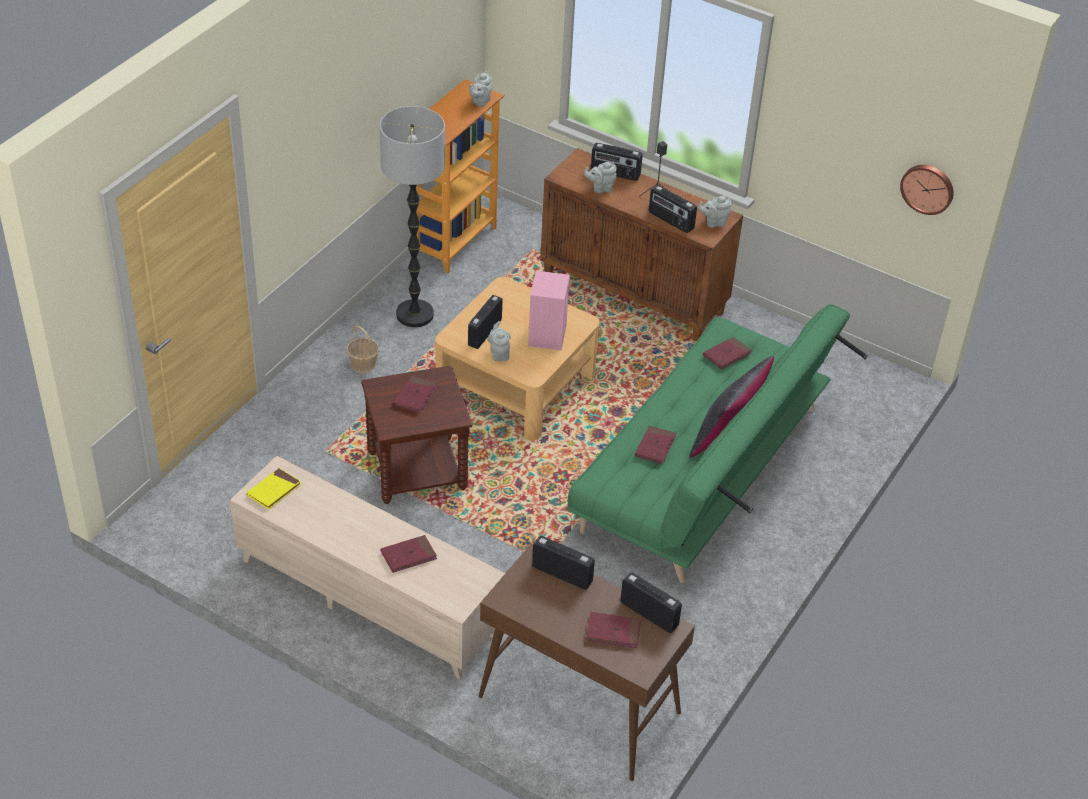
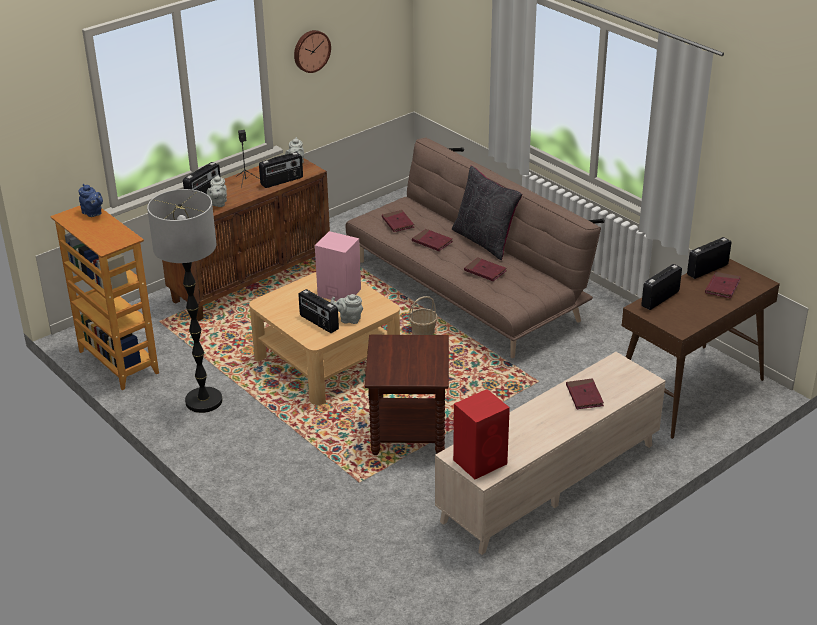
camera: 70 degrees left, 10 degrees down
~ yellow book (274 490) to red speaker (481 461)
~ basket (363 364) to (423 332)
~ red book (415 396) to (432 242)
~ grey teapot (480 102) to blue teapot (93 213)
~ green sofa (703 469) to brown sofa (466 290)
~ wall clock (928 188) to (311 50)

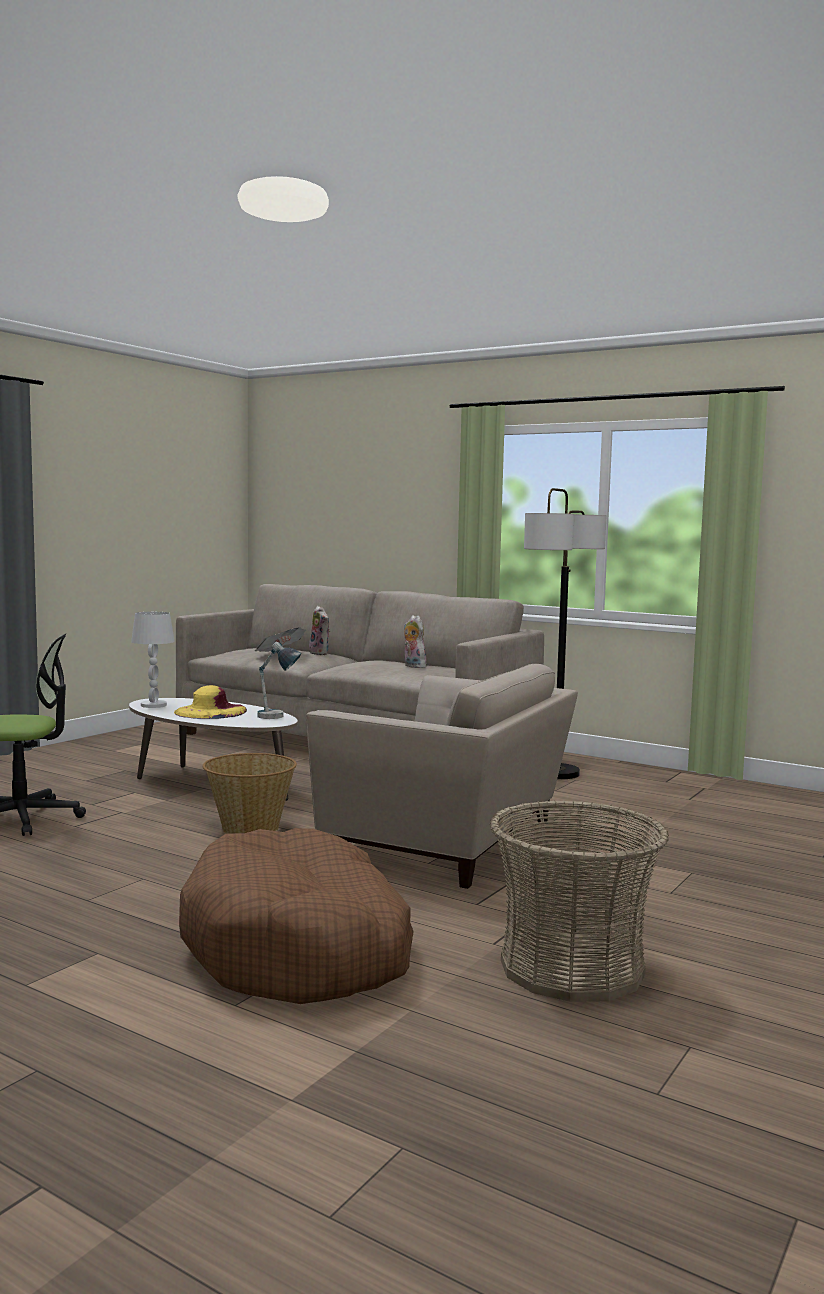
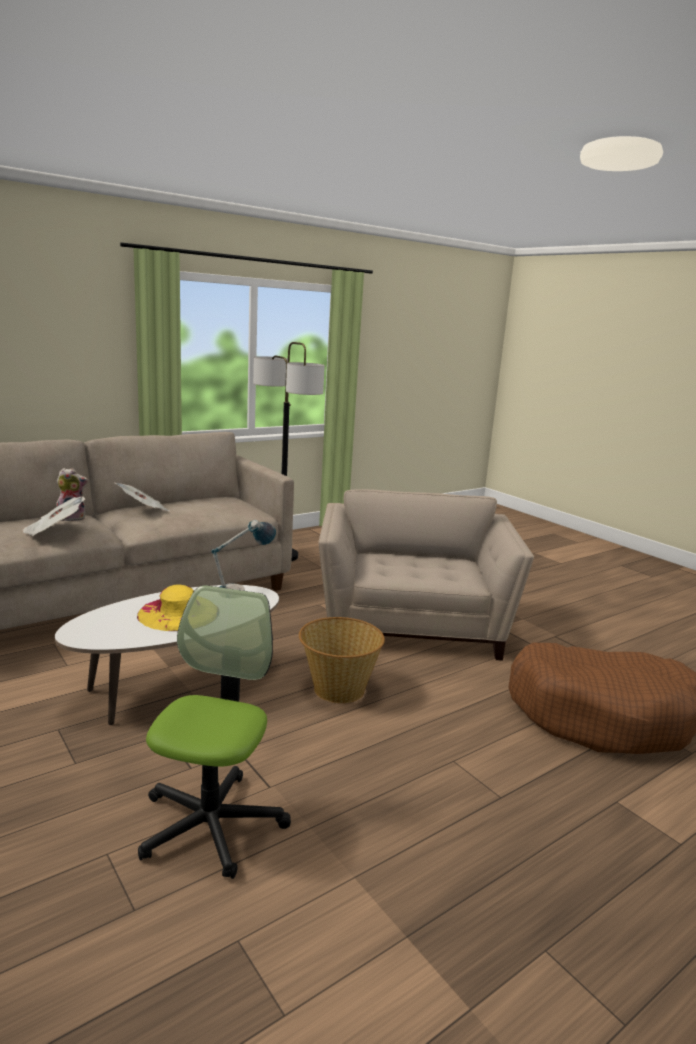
camera: 70 degrees left, 10 degrees up
- white table lamp (153 705)
~ beige armchair (448 841) = (412 624) 45 degrees counterclockwise
- plush toy (412 666)
- basket (572 968)
+ newspaper (143 510)

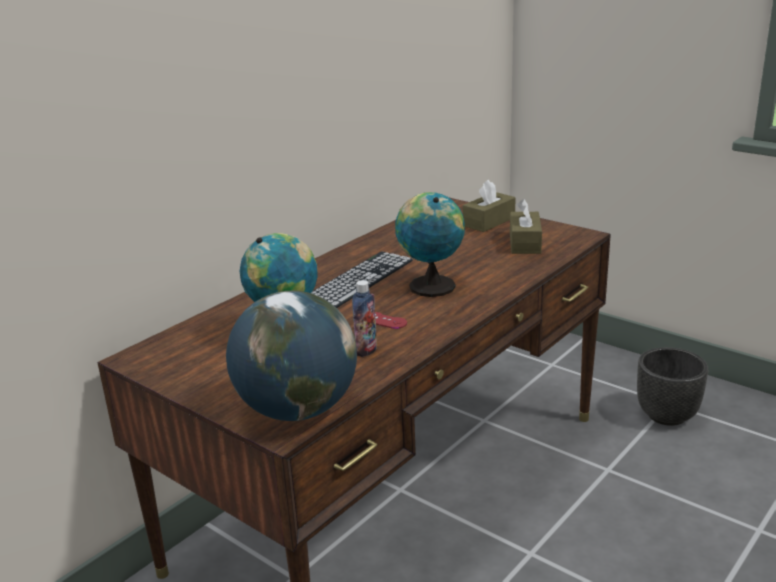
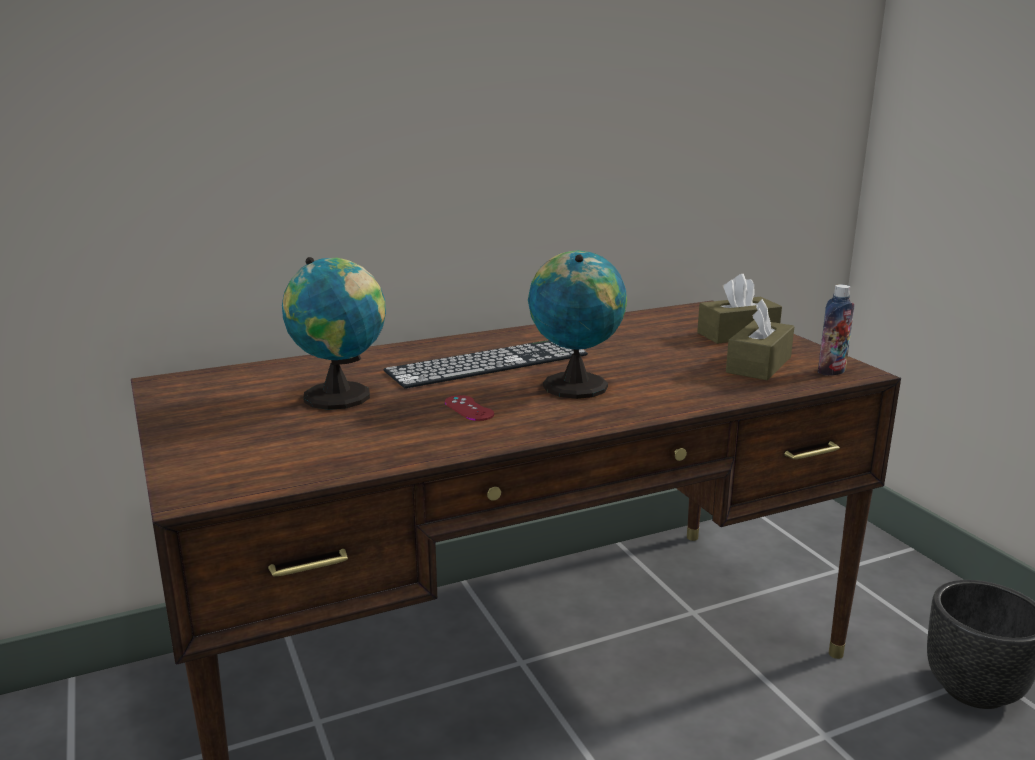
camera: 25 degrees right, 5 degrees down
- globe (297 410)
~ bottle (366 350) to (831 371)

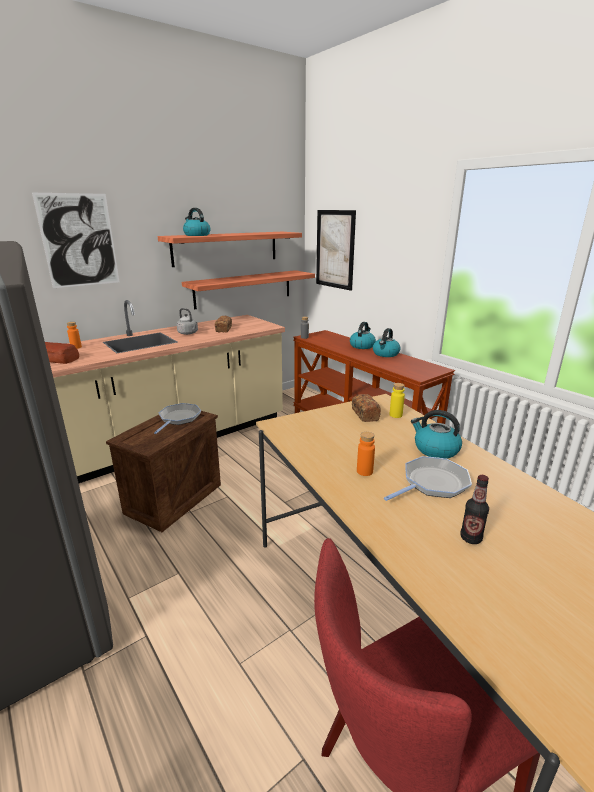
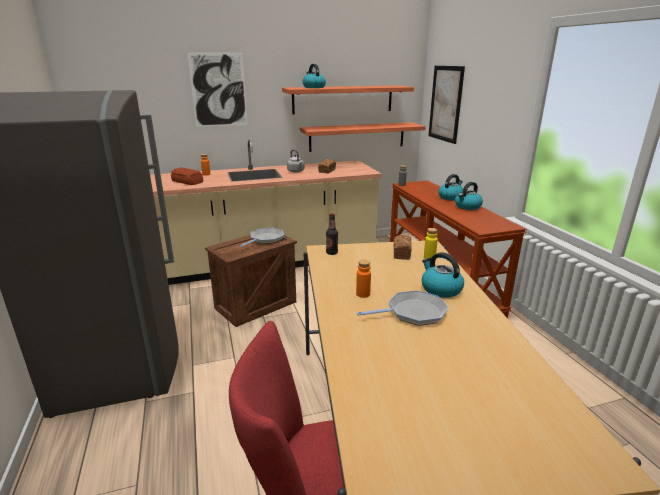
camera: 20 degrees right, 0 degrees up
~ bottle (471 538) to (332 253)

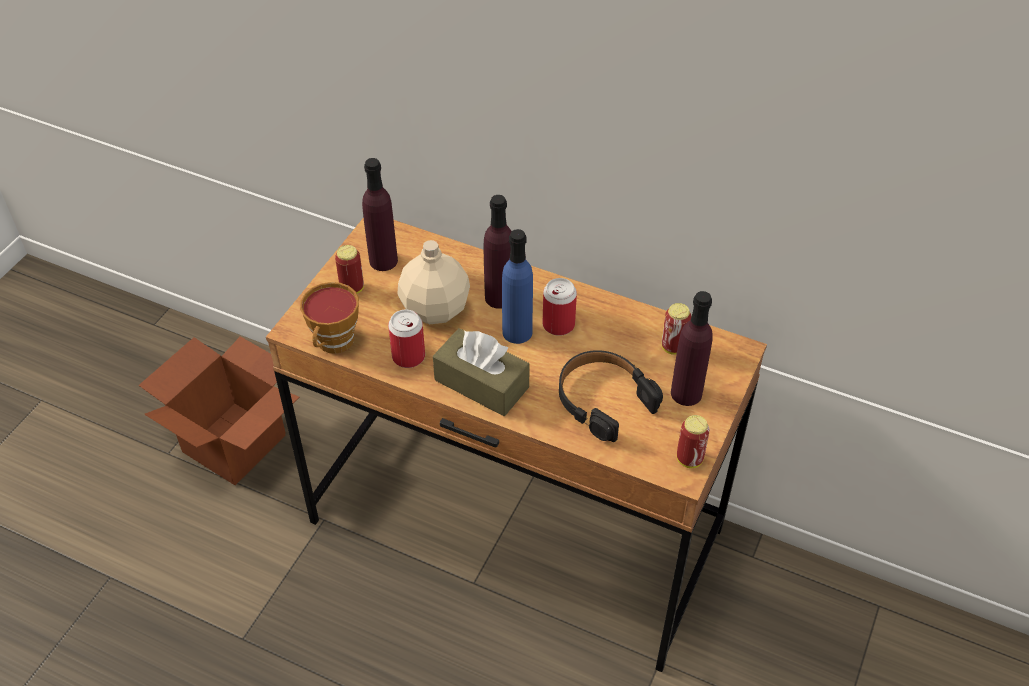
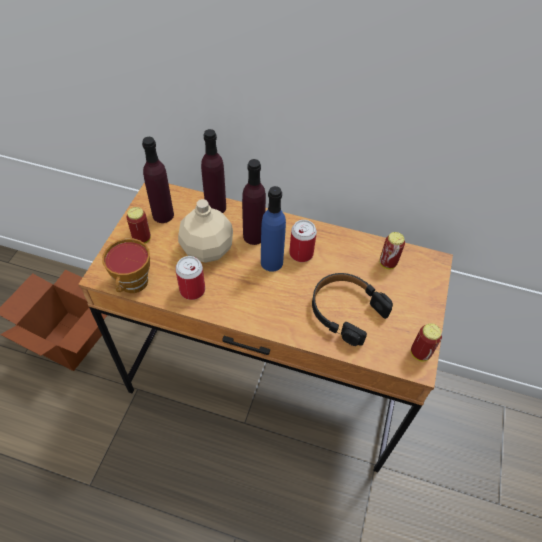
camera: 10 degrees left, 5 degrees up
- brown tissue box (481 383)
~ purple bottle (686 393) to (215 207)

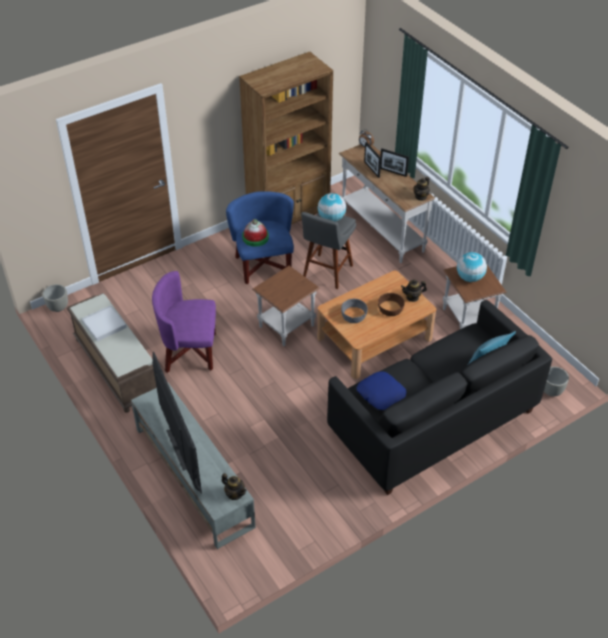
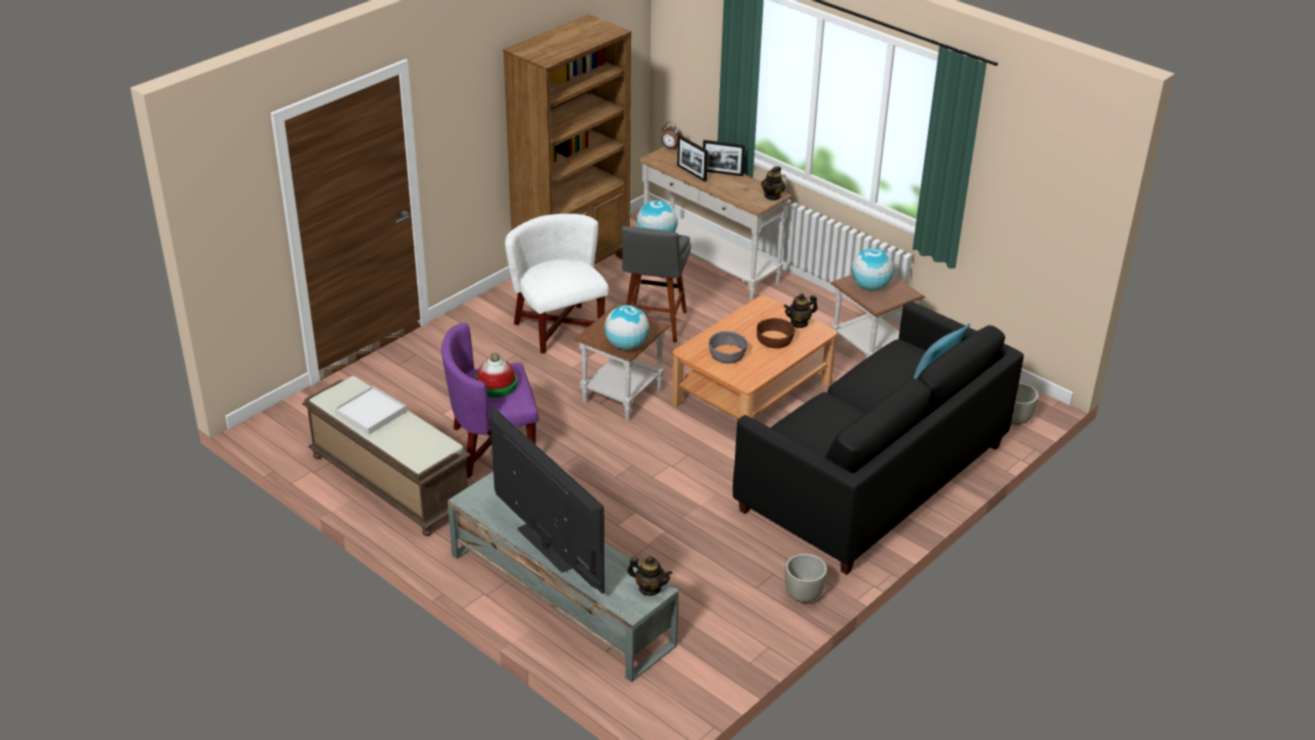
camera: 15 degrees left, 10 degrees down
~ grey planter (58 308) to (803 596)
~ blue armchair (264 266) to white armchair (559 329)
~ hat (255 237) to (496 384)
- blue pillow (380 394)
+ globe (626 345)

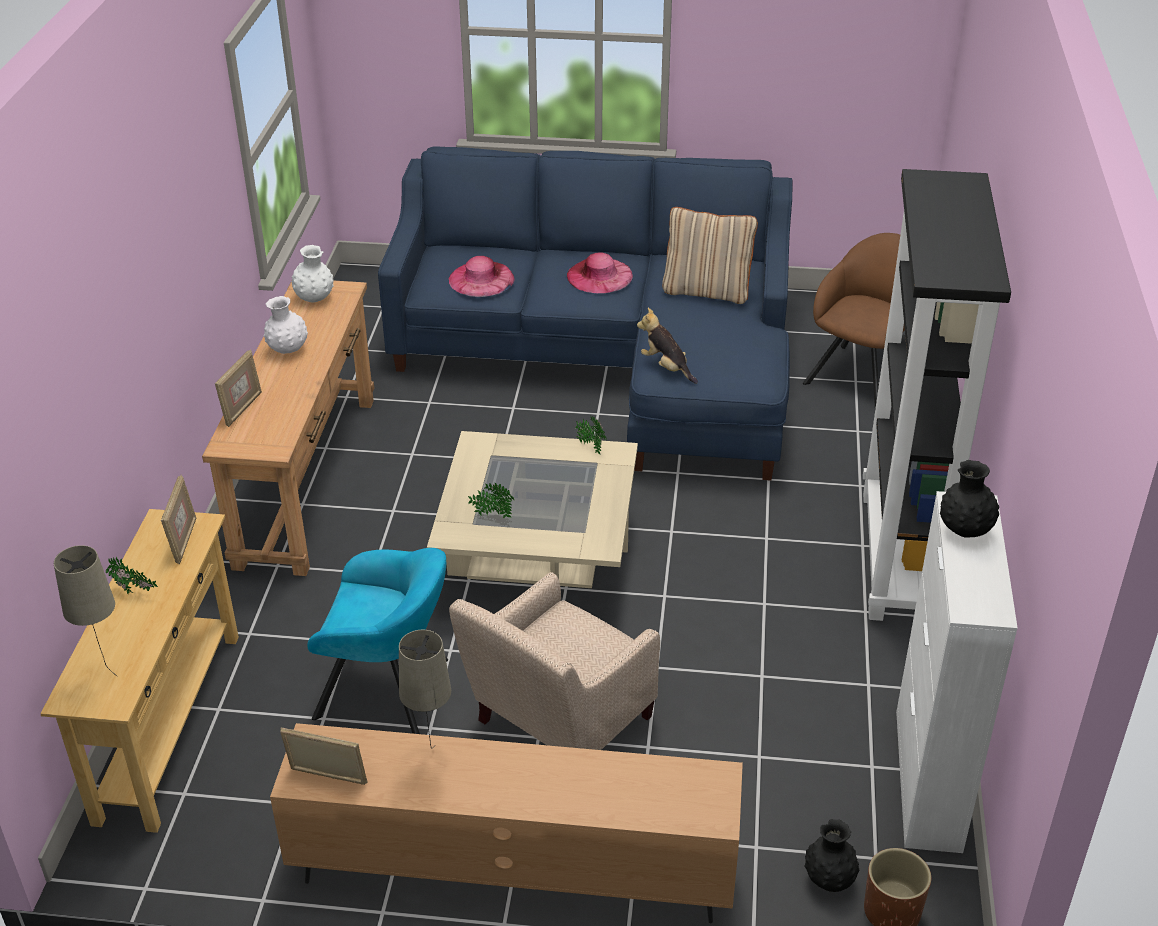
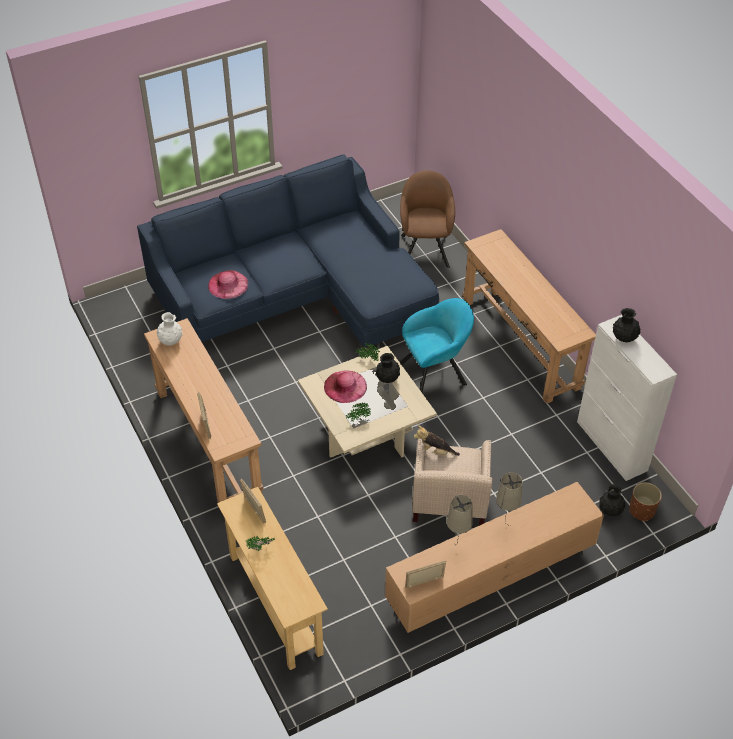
camera: 35 degrees left, 10 degrees up
~ beige table lamp (106 672) to (504 526)
- white vase (288 350)
~ turquoise armchair (389 690) to (435 373)
~ pink hat (599 276) to (345 386)
~ plush toy (666 367) to (434 451)
- beige pillow (707 291)
~ black bookcase (900 557) to brown console table (520 344)
+ black vase (387 379)

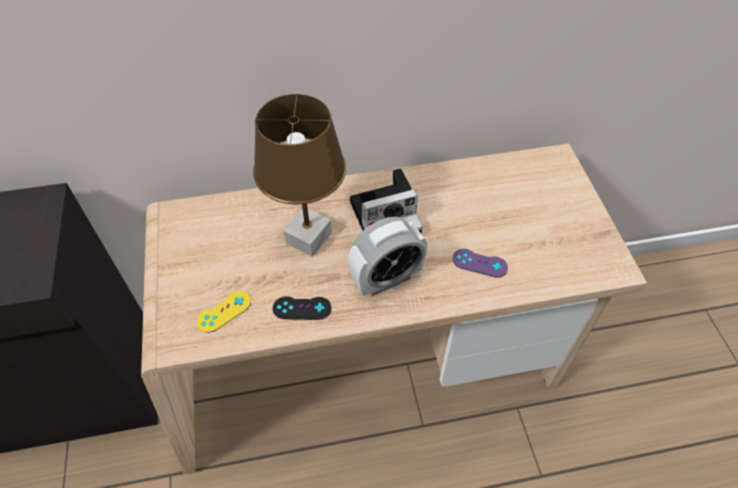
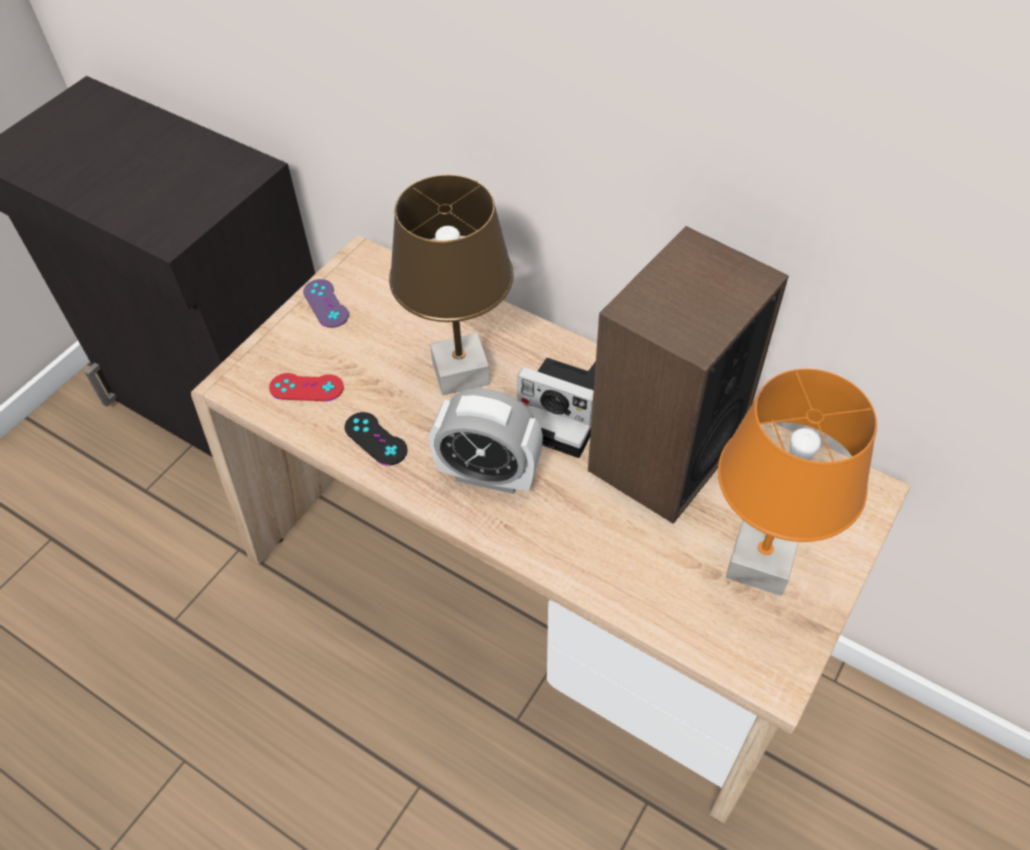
camera: 45 degrees right, 0 degrees up
~ yellow game controller (224 311) to red game controller (306 387)
~ purple game controller (479 263) to (326 303)
+ speaker (665 453)
+ orange table lamp (760 564)

